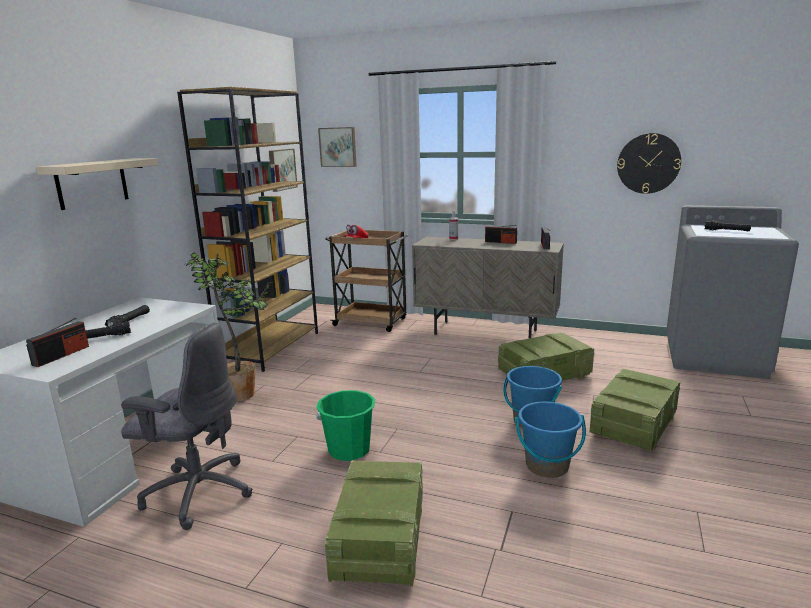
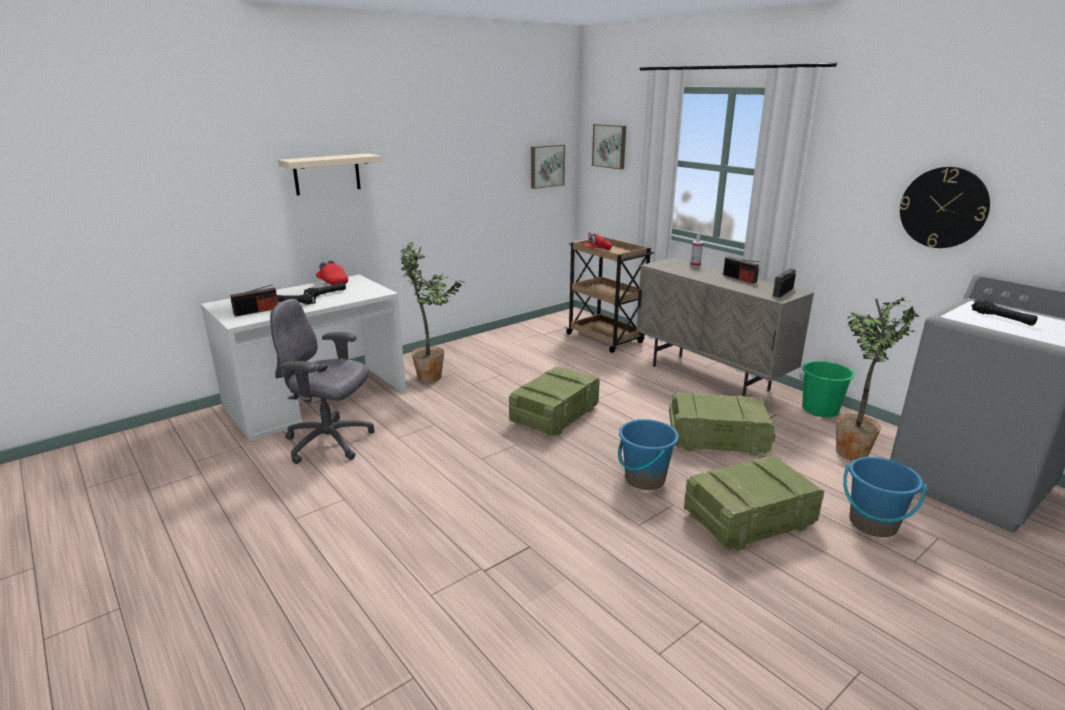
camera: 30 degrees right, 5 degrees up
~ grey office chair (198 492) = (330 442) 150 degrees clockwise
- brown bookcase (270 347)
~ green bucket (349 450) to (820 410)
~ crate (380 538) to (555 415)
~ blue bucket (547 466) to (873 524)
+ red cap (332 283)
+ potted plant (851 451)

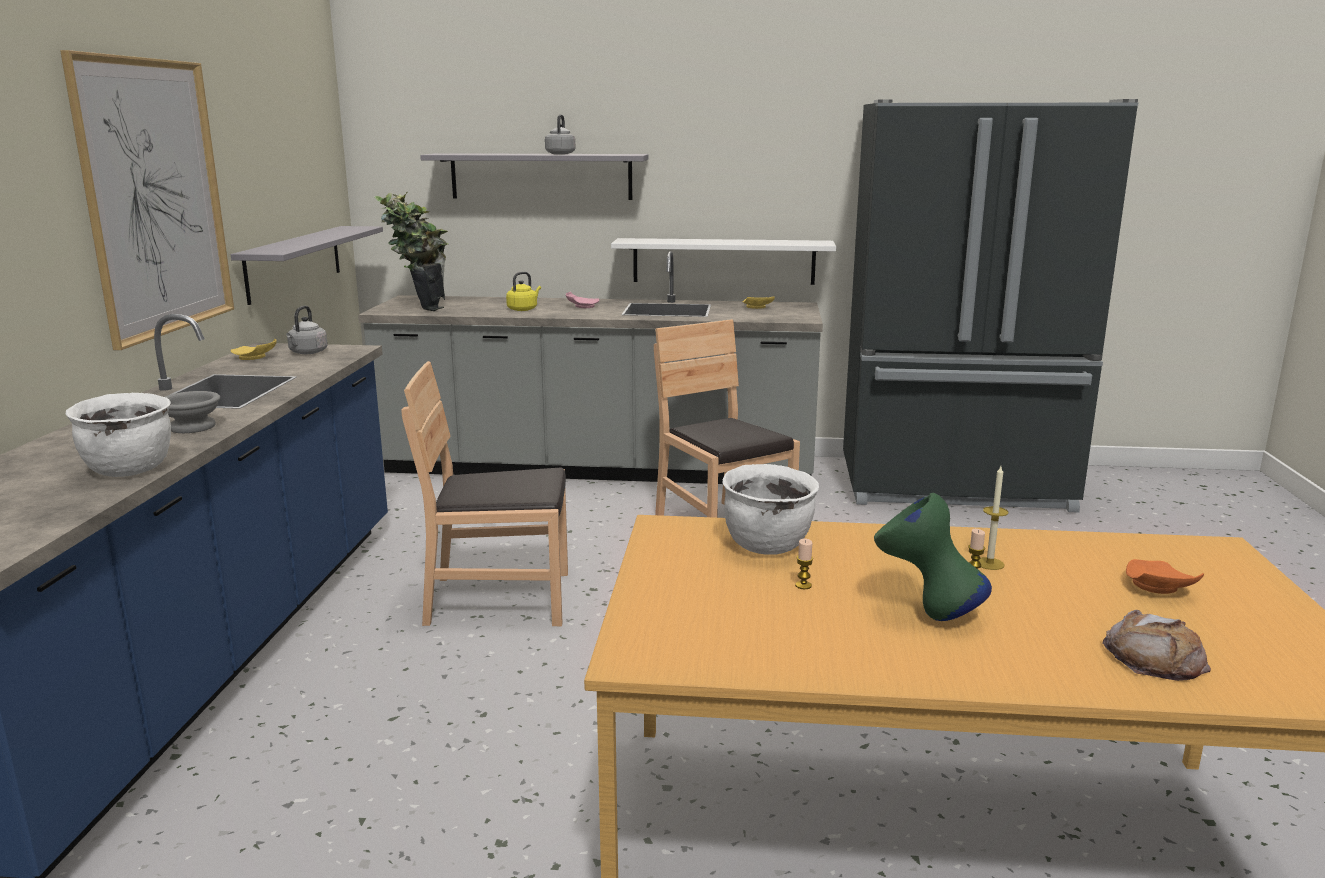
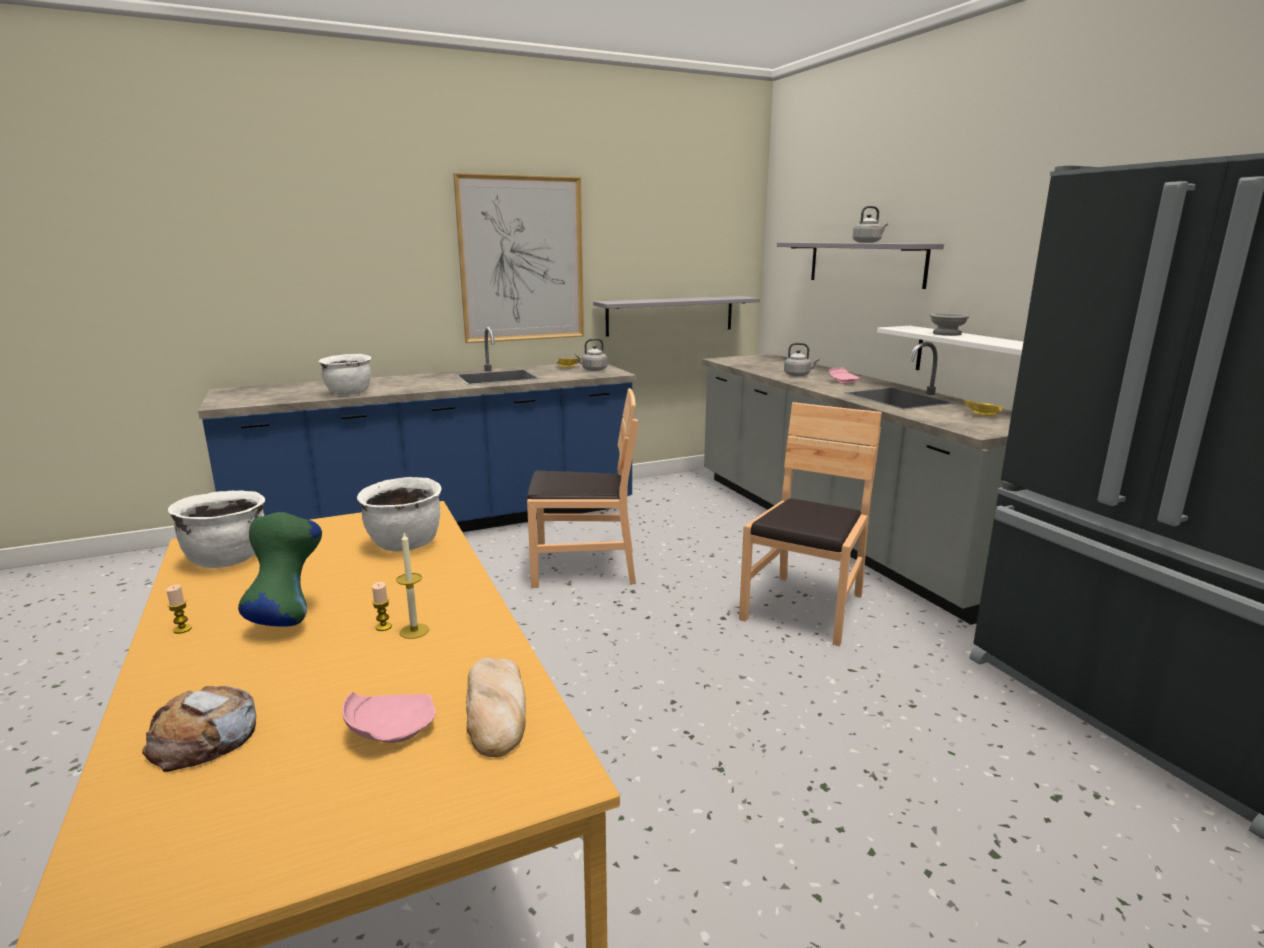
camera: 60 degrees right, 0 degrees up
~ grey bowl (194 426) to (947 334)
- potted plant (418 308)
~ brown chair (499 599) = (584 567) 120 degrees clockwise
~ yellow kettle (523 309) to grey kettle (798 375)
~ candle (803 585) to (182 629)
~ orange plate (1157 588) to pink plate (390 729)
+ white cooking pot (227 559)
+ bread (496 710)

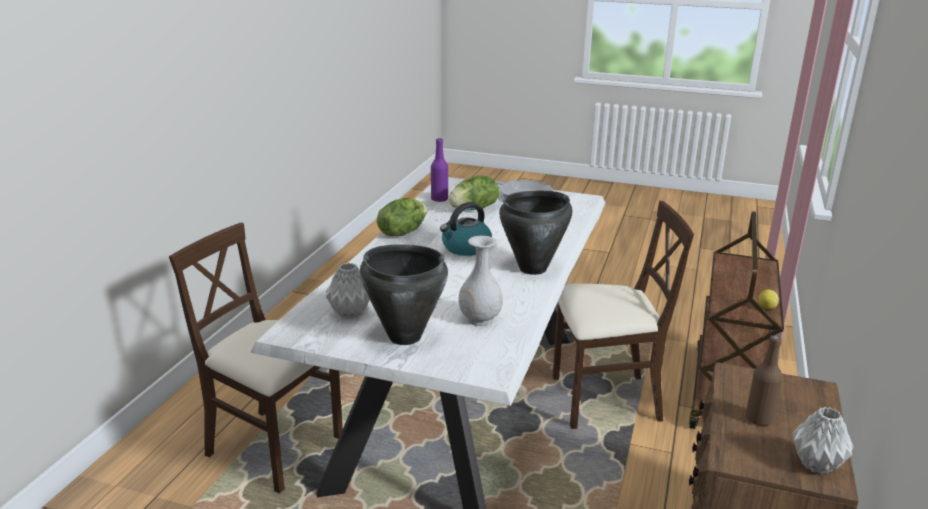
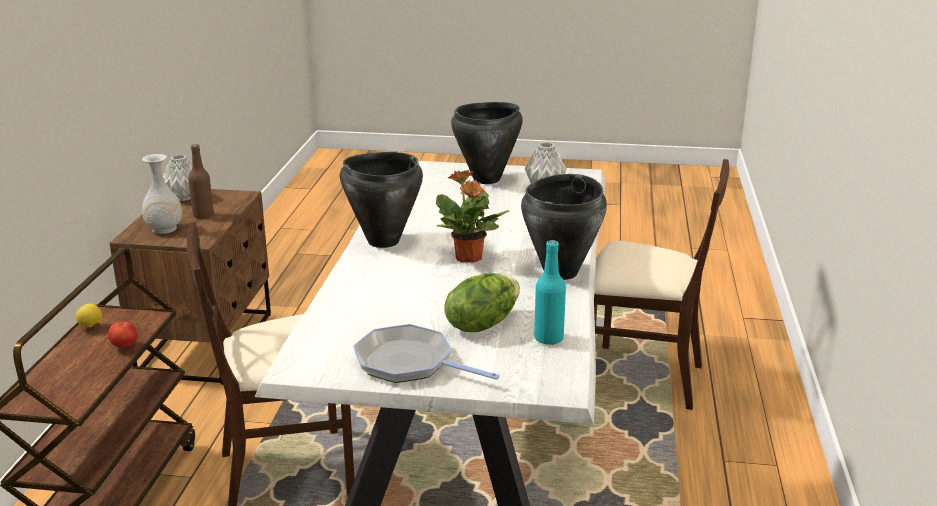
camera: 170 degrees right, 0 degrees up
~ lettuce (402 232) to black cooking pot (561 272)
~ purple bottle (439 199) to turquoise bottle (548 338)
~ kettle (465 248) to potted plant (468 258)
~ white vase (480 319) to (164 229)
+ tomato (124 346)

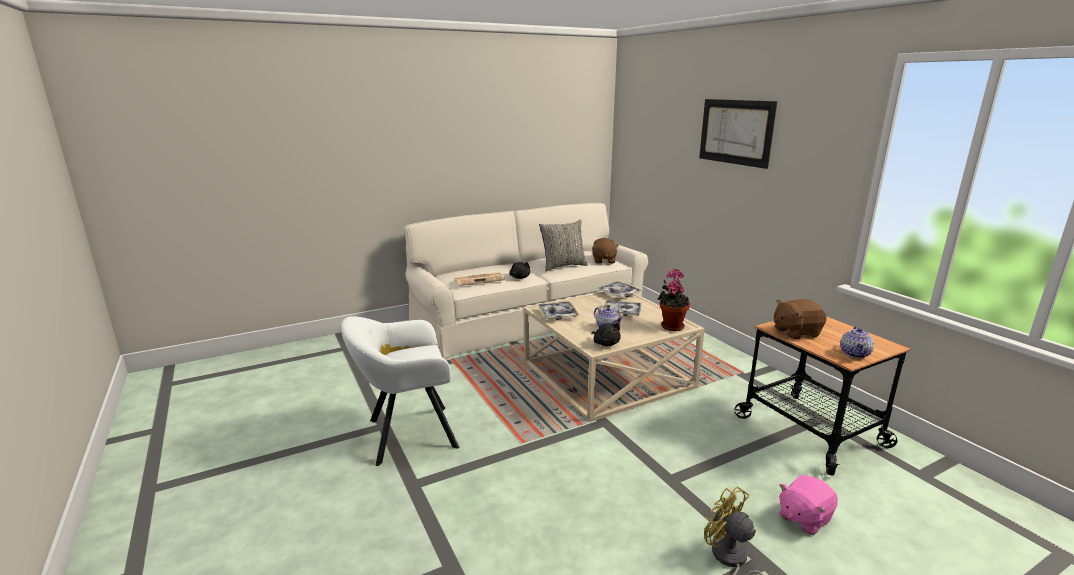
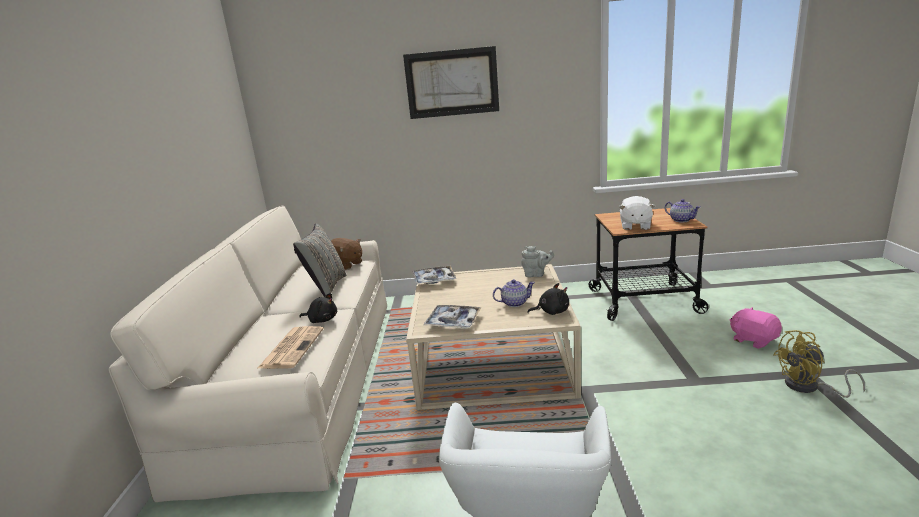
camera: 60 degrees left, 0 degrees up
- tray (621 312)
~ potted plant (671 326) to grey teapot (536 274)
~ brown plush toy (795 332) to white plush toy (635 226)
~ pink plush toy (803 518) = (753 340) 150 degrees clockwise

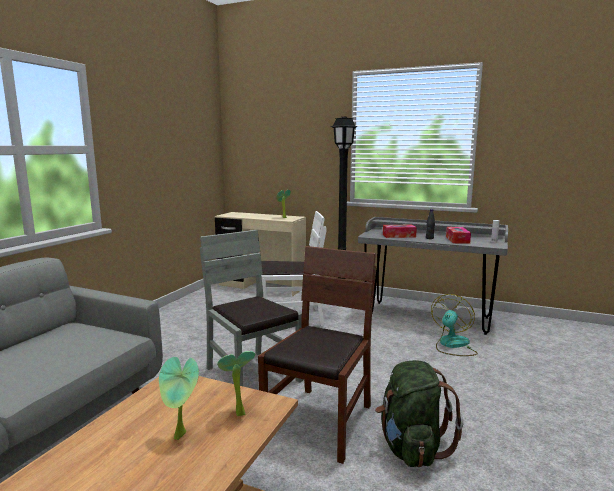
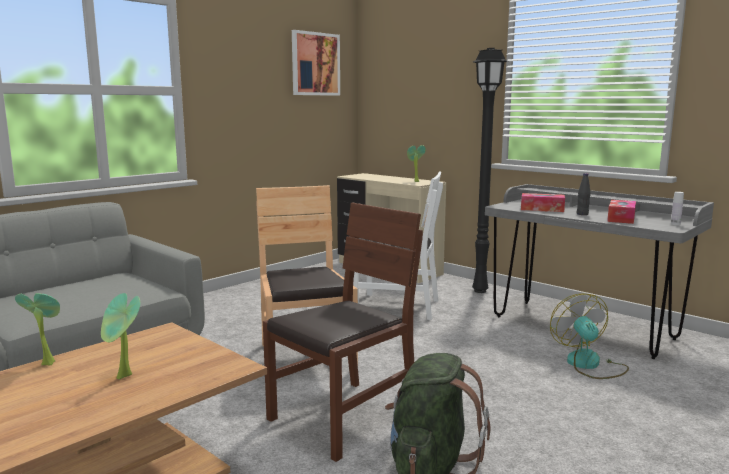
camera: 20 degrees right, 0 degrees up
~ grey chair (252 375) to brown chair (305 358)
~ potted plant (237 413) to (47 363)
~ fan (452 345) = (589 364) 60 degrees counterclockwise
+ picture (315 64)

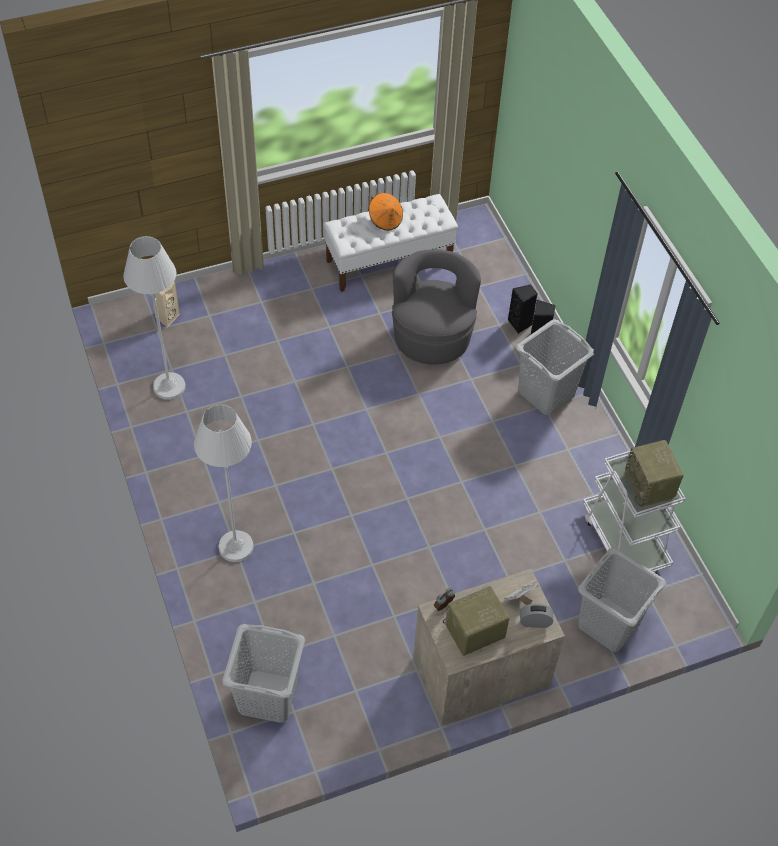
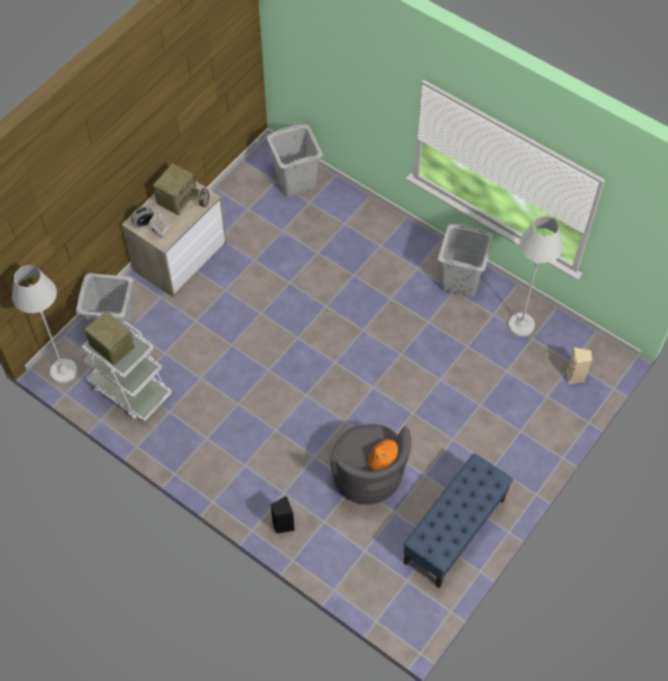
camera: 150 degrees right, 5 degrees up
~ white floor lamp (236 546) to (64 371)
~ white bench (389 261) to blue bench (454 531)
~ orange hat (385 220) to (383 461)
- black speaker (520 324)
~ grey laundry basket (545 393) to (461 280)

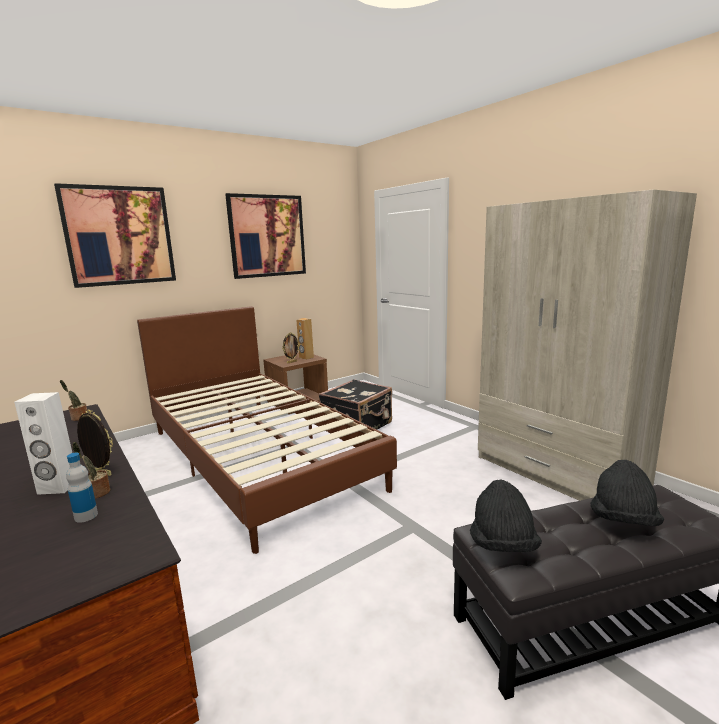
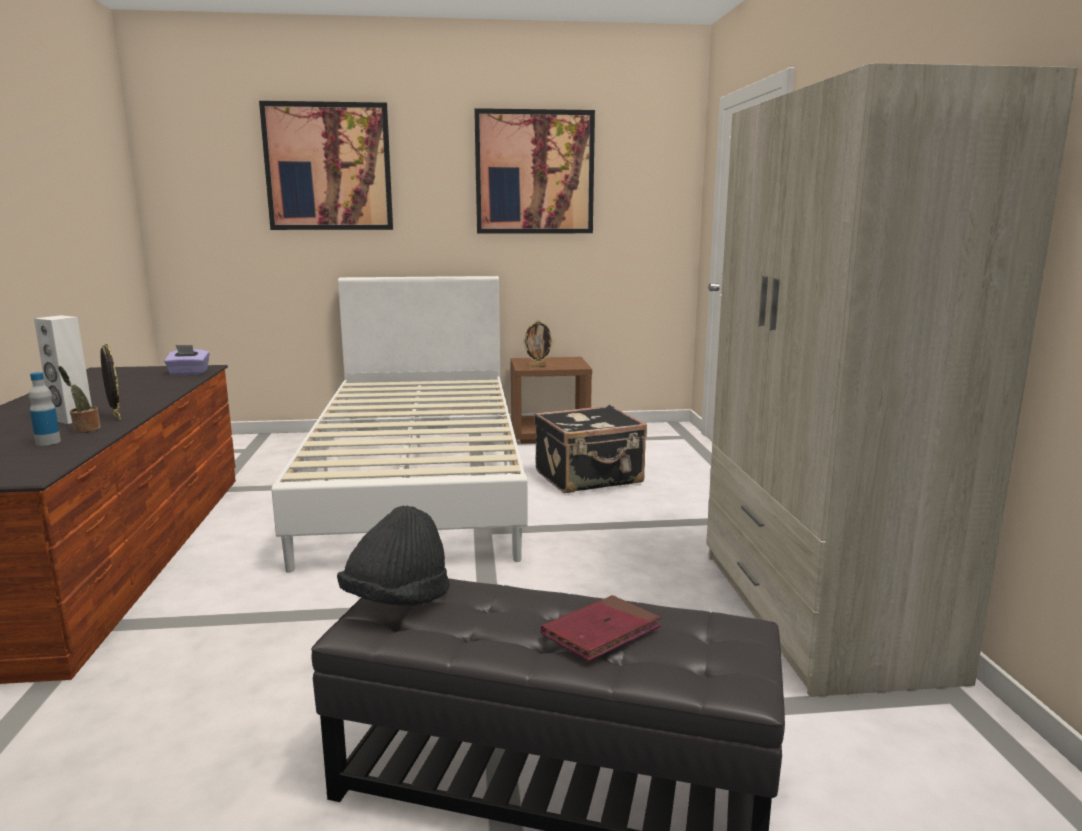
camera: 30 degrees right, 0 degrees up
~ potted plant (78 418) to purple tissue box (188 373)
~ brown bed (257 457) to white bed (418 482)
- brown speaker (306 358)
~ black hat (622 520) to red book (601 632)

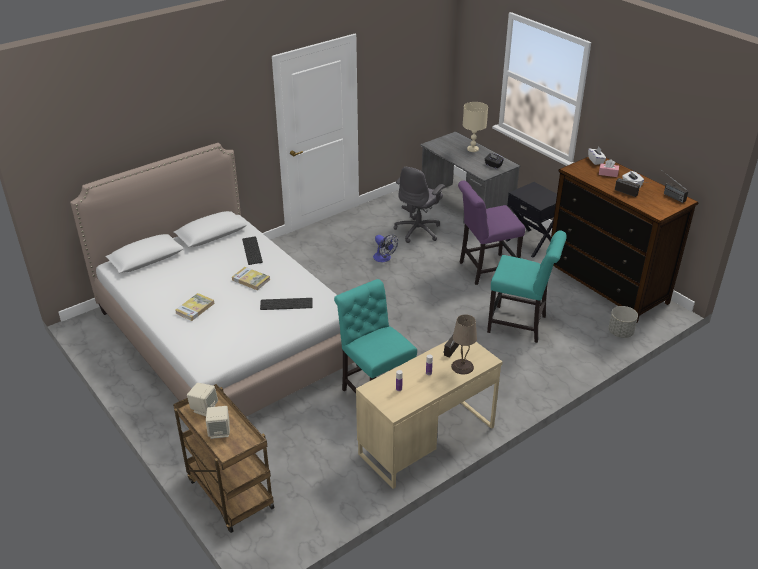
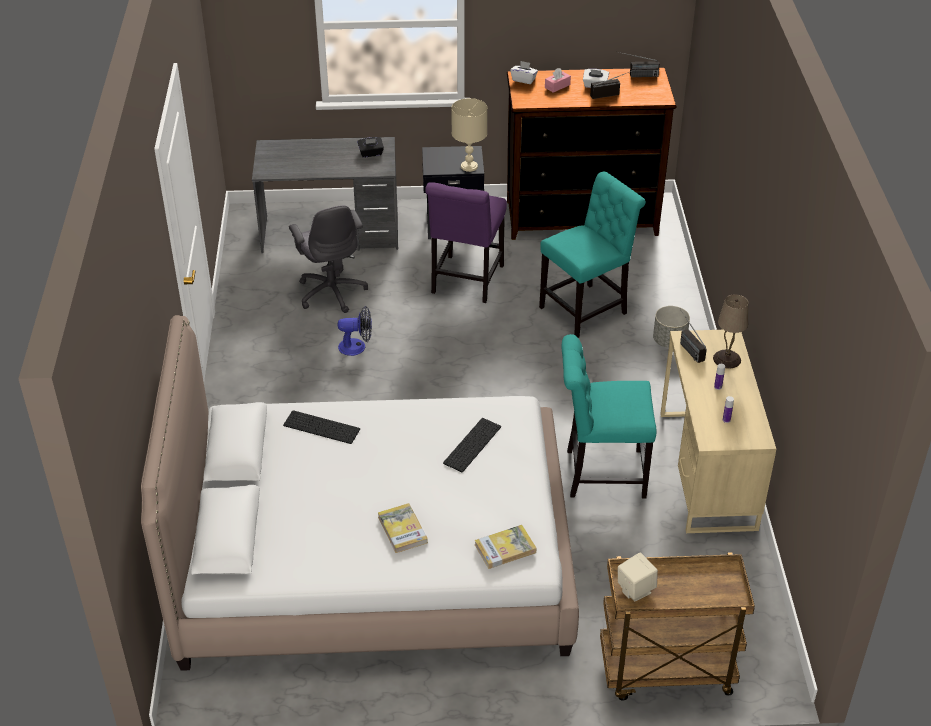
camera: 55 degrees left, 5 degrees up
- beige speaker (219 432)
~ book (251 280) to (505 548)
~ beige table lamp (472 149) to (469 167)
~ grey planter (620 332) to (669 340)

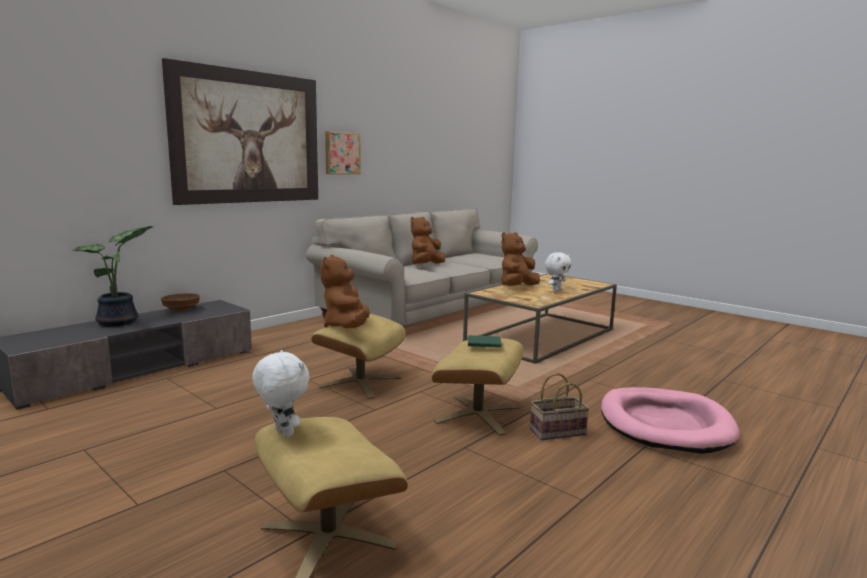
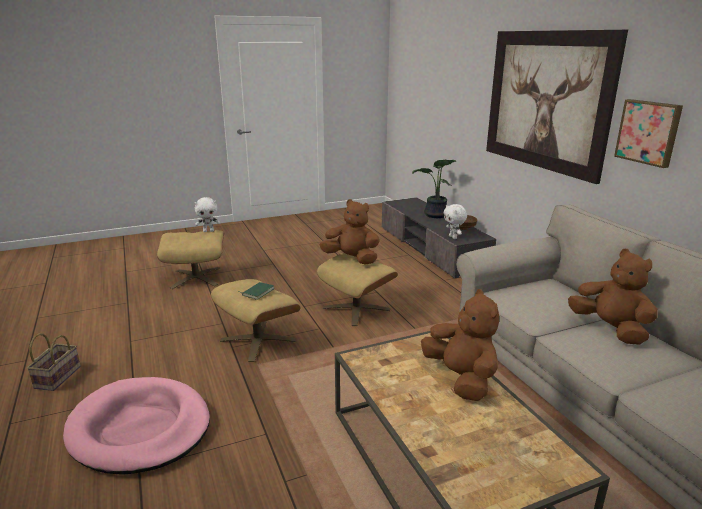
camera: 115 degrees right, 10 degrees up
~ basket (556 432) to (57 376)
~ white plush toy (556 290) to (453 237)

